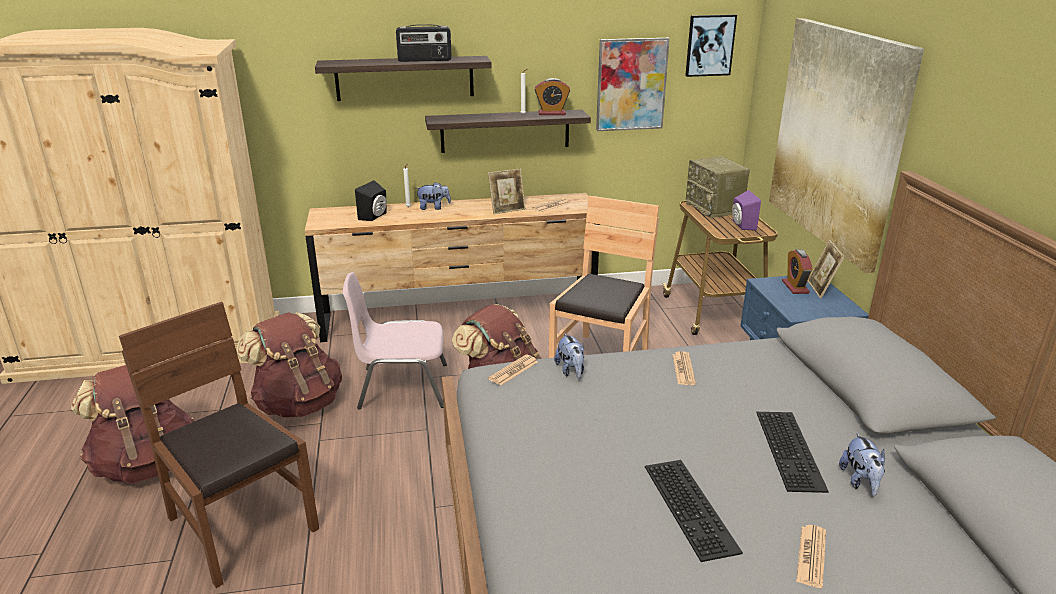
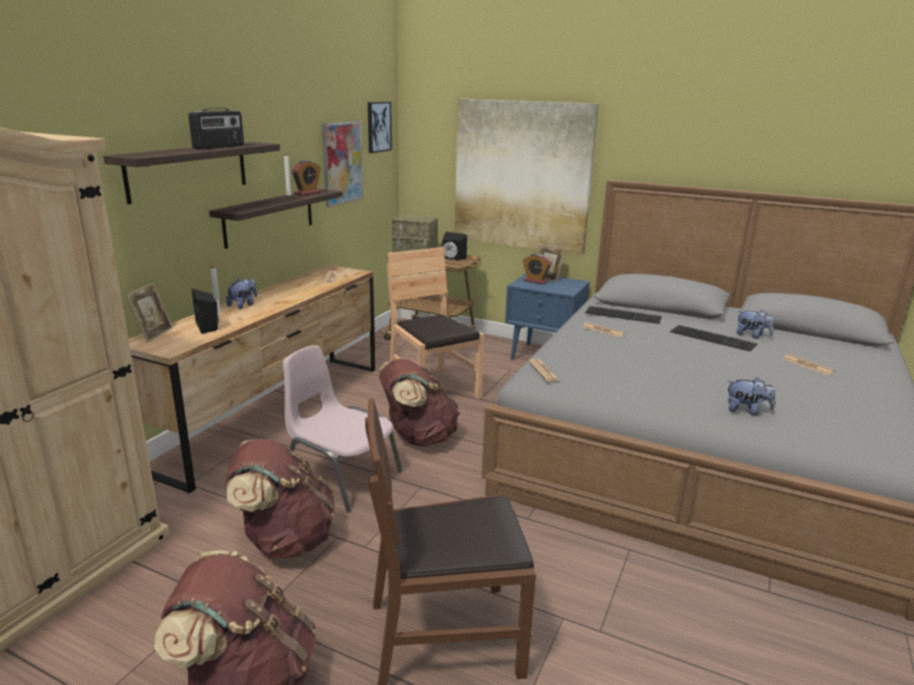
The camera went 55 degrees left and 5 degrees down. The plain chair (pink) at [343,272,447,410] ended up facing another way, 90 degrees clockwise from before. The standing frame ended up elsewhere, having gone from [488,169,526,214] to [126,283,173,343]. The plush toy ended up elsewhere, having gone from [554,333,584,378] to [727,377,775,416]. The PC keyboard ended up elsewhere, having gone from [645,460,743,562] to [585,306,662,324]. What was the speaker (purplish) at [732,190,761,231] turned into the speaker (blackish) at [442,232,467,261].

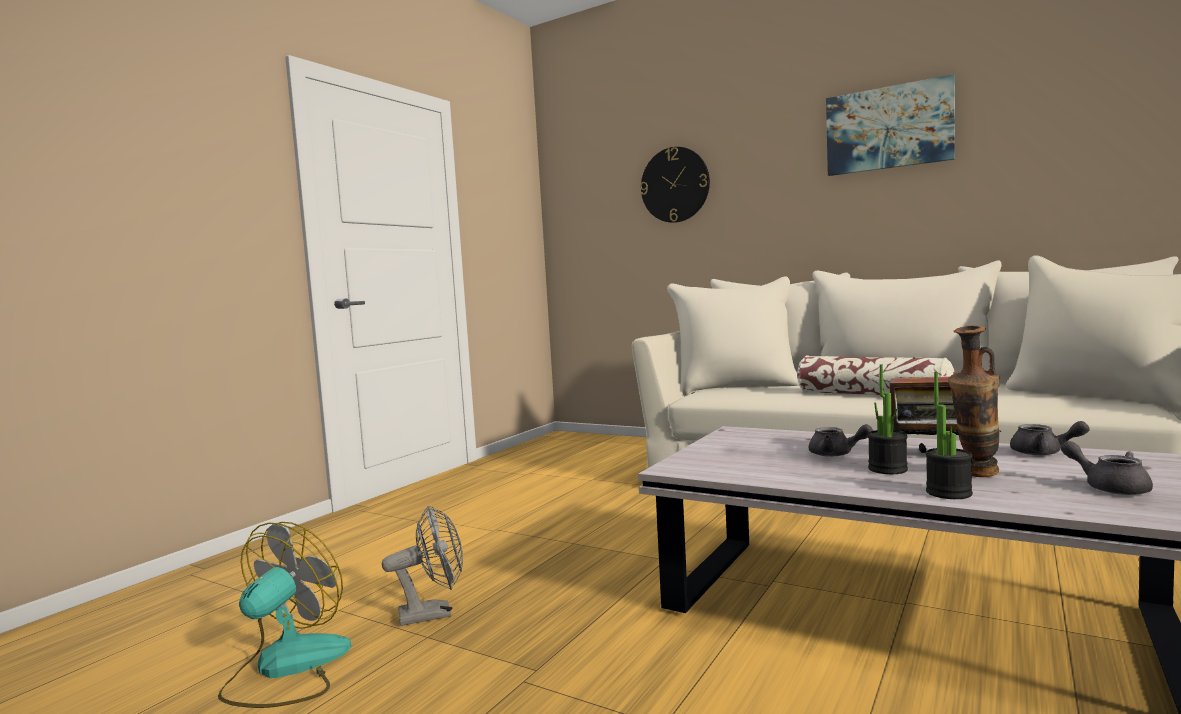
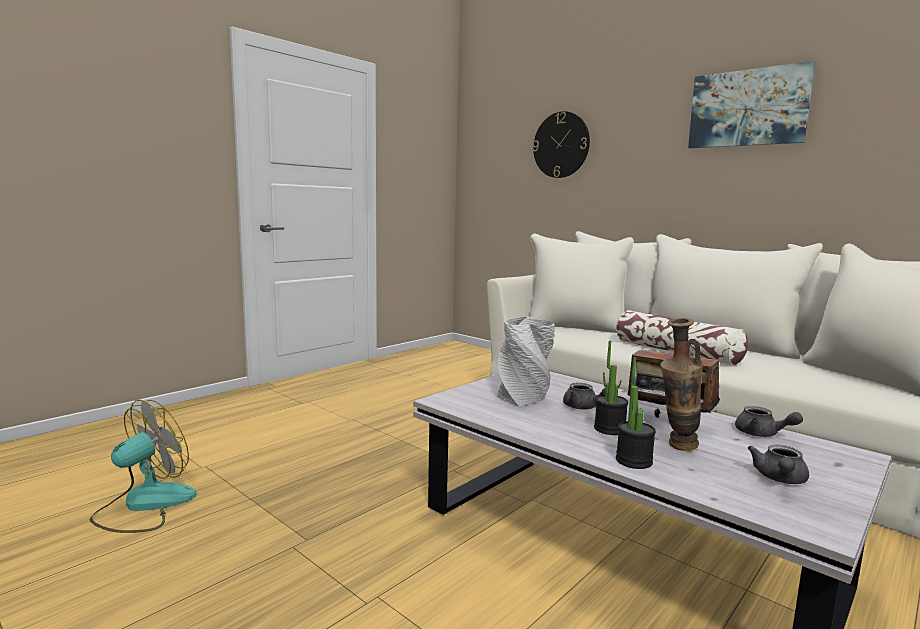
The camera went 10 degrees right and 5 degrees up. The second view lost the electric fan (grey) at [382,506,463,626]. The pot for tea (grey) at [1061,441,1153,495] ended up facing another way, 135 degrees counterclockwise from before. The second view gained the decorative vase (grey) at [497,316,555,406].

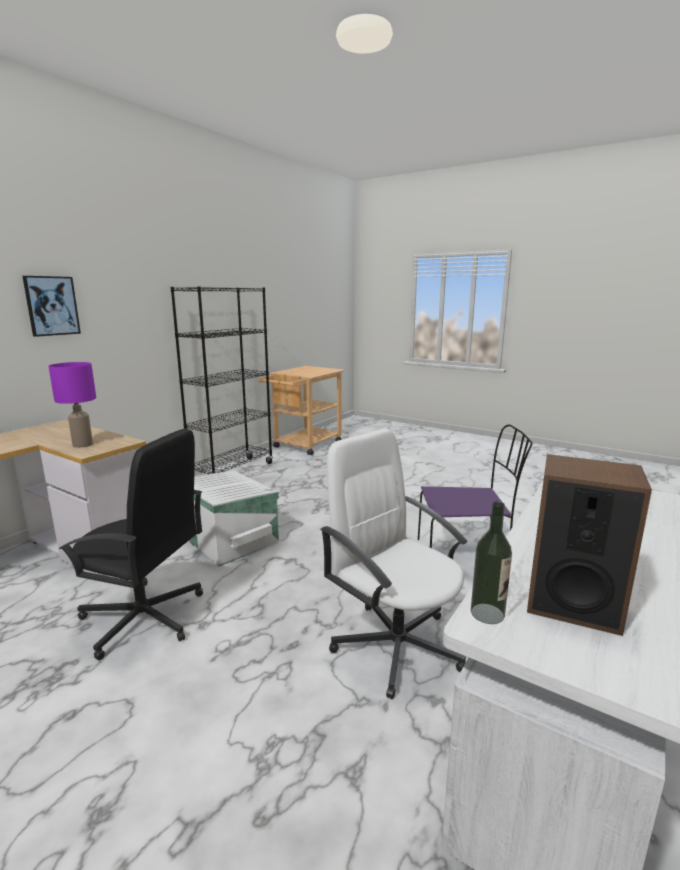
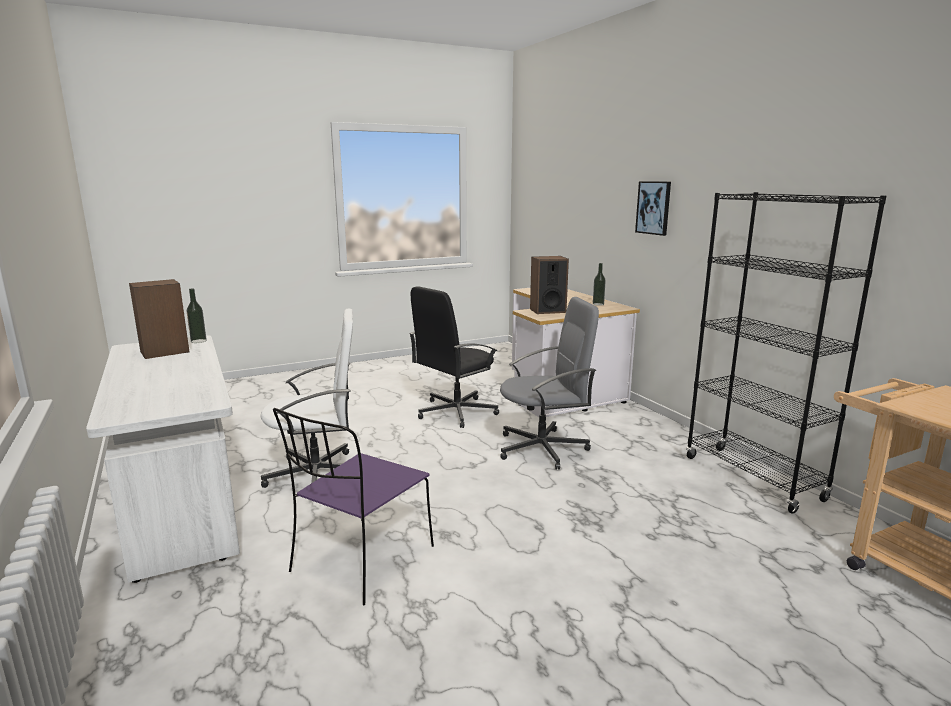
The camera went 120 degrees right and 0 degrees up. Where the table lamp (purplish) stood at [48,362,96,448], the speaker came to stand at [530,256,569,314]. Where the storage bin (white) stood at [189,471,279,567], the office chair (grey) came to stand at [500,297,599,470]. The second view gained the bottle at [593,263,606,306].

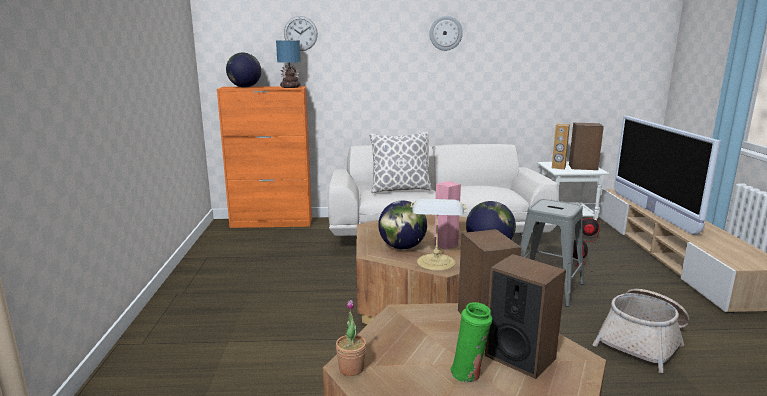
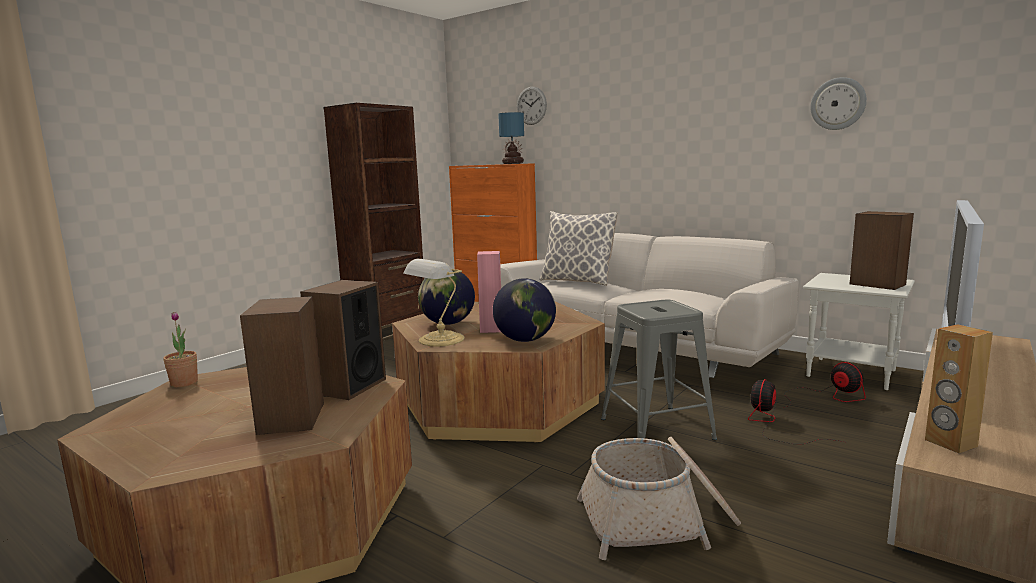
The camera went 40 degrees right and 5 degrees down. The second view lost the world globe at [226,52,261,88]. The clock on the wall ended up elsewhere, having gone from [430,16,463,51] to [810,77,867,130]. The second view lost the decorative vase (green-coloured) at [451,302,492,382]. The speaker (brown-coloured) ended up elsewhere, having gone from [552,123,570,170] to [925,324,993,454]. The second view gained the bookshelf (brown-coloured) at [323,103,424,341].

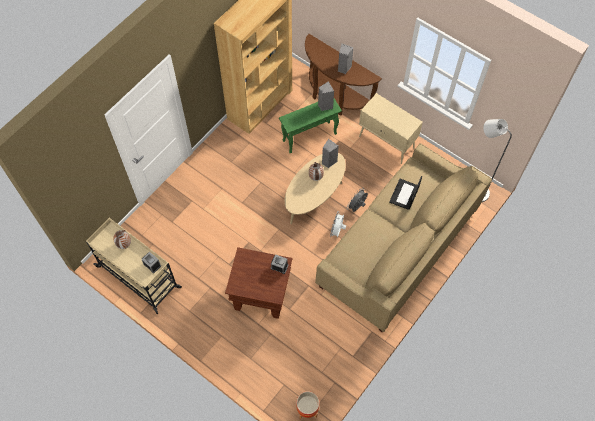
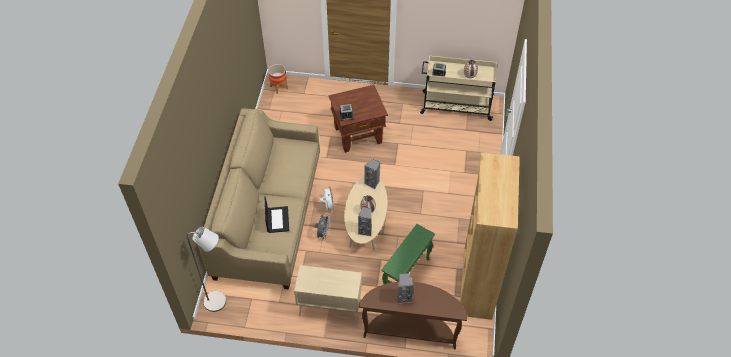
The camera went 150 degrees right and 10 degrees down. The speaker (grey) ended up elsewhere, having gone from [318,81,334,111] to [364,159,380,189].

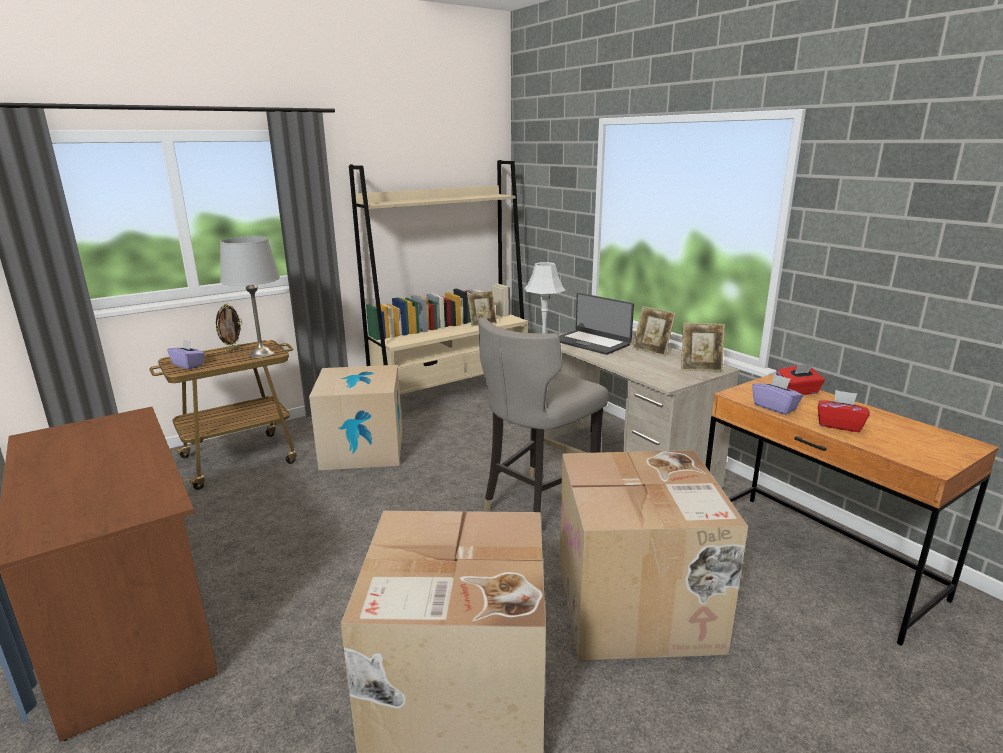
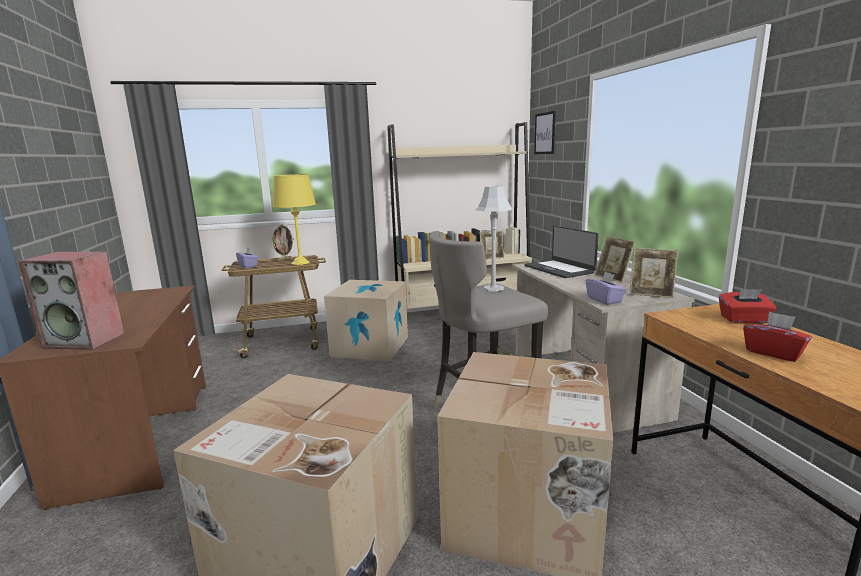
The camera went 20 degrees right and 5 degrees down. What was the table lamp (grey) at [220,237,280,358] turned into the table lamp (yellow) at [273,174,316,265]. The box of tissues (purplish) ended up elsewhere, having gone from [752,374,803,415] to [586,271,627,305]. The second view gained the speaker at [18,251,125,350]. The second view gained the wall picture at [534,111,556,154].

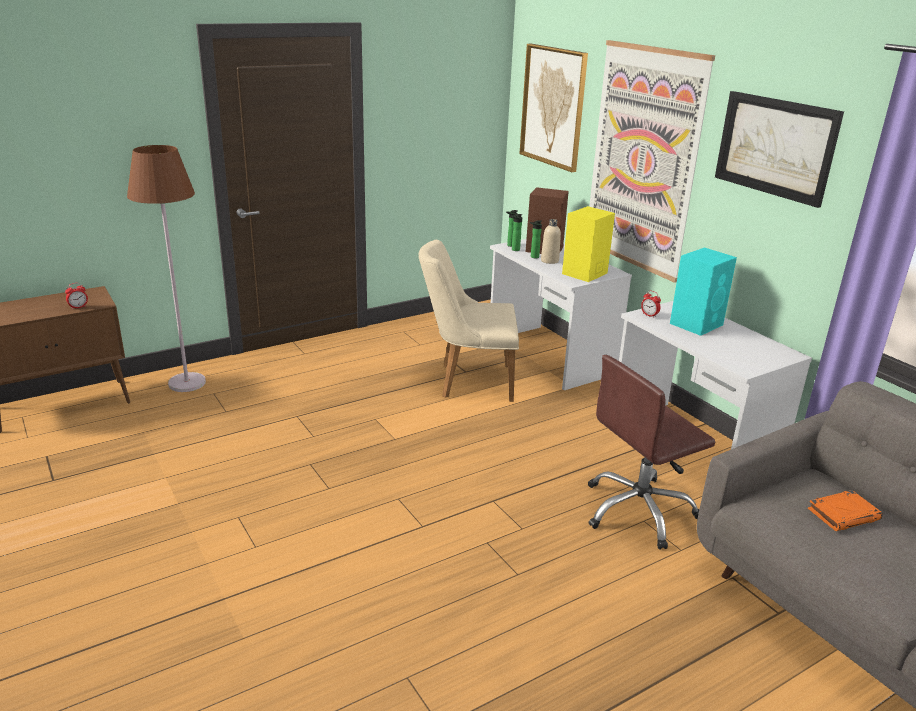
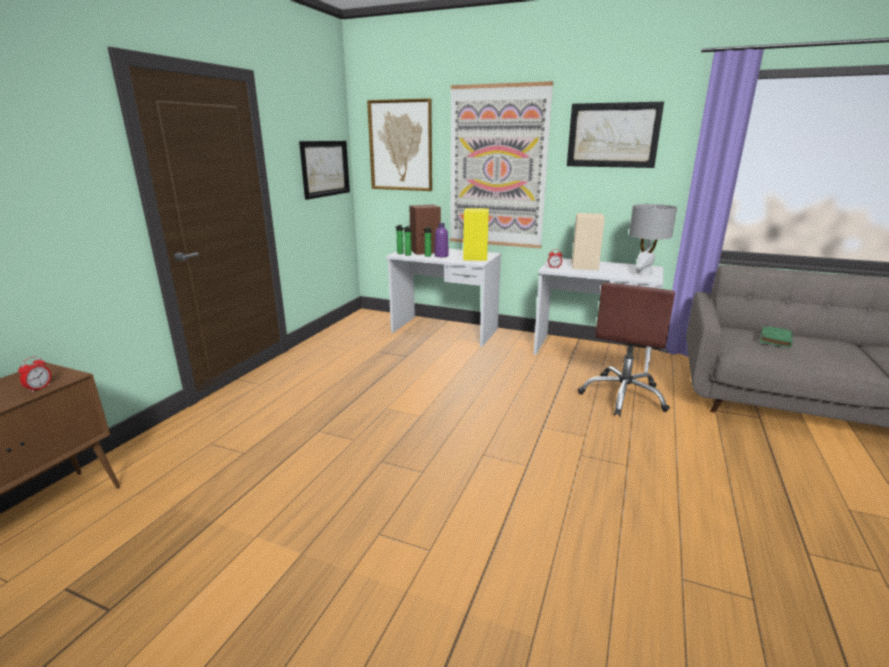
The camera went 35 degrees left and 5 degrees down. The second view lost the standing lamp (brown-coloured) at [127,145,206,392]. The second view lost the plain chair (beige) at [418,240,519,402]. What was the bottle (beige) at [541,219,561,264] turned into the bottle (purplish) at [435,223,449,257]. What was the speaker (turquoise) at [670,247,737,336] turned into the speaker (beige) at [572,213,605,270]. What was the bound book (orange) at [808,490,882,531] turned into the bound book (green-coloured) at [760,326,793,348]. The second view gained the wall picture at [299,141,350,200]. The second view gained the table lamp (grey) at [629,204,677,275].

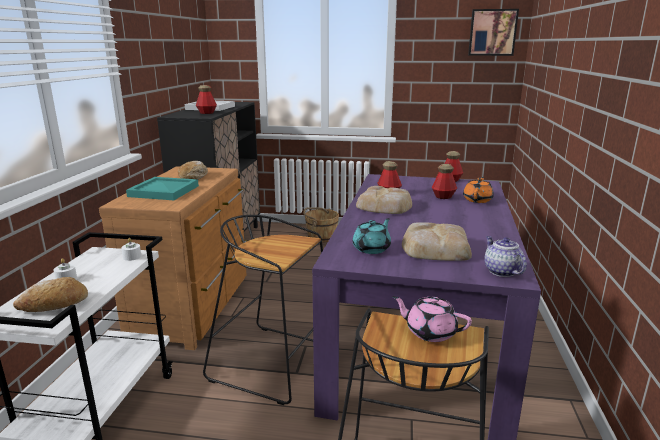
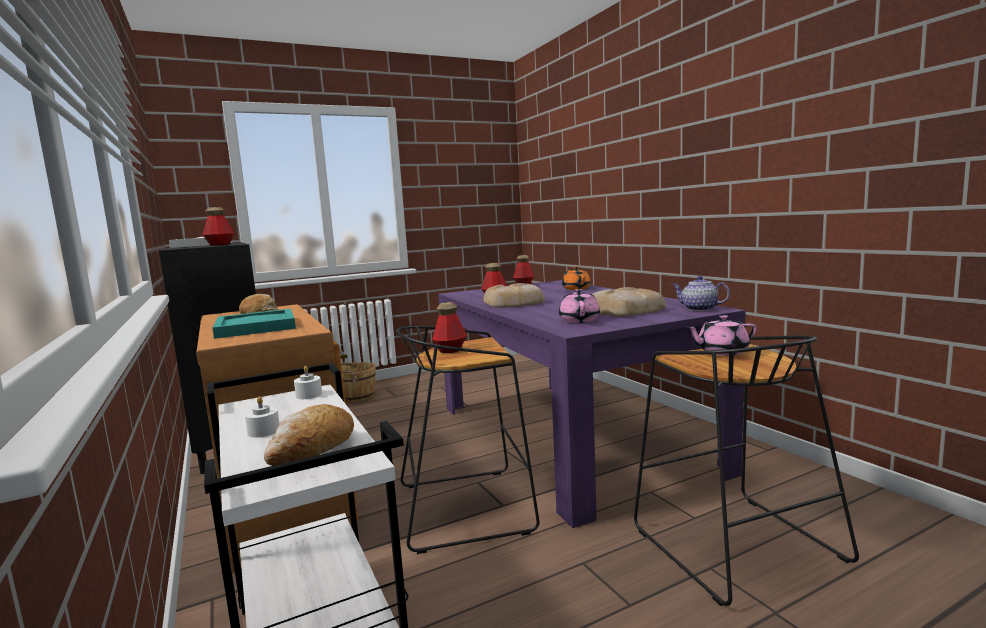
The camera went 35 degrees left and 10 degrees down. What was the pot for tea (turquoise) at [352,218,391,254] turned into the pot for tea (pink) at [559,289,600,323]. The bottle ended up elsewhere, having gone from [432,164,457,199] to [432,302,466,353]. The second view lost the wall picture at [468,9,519,56].

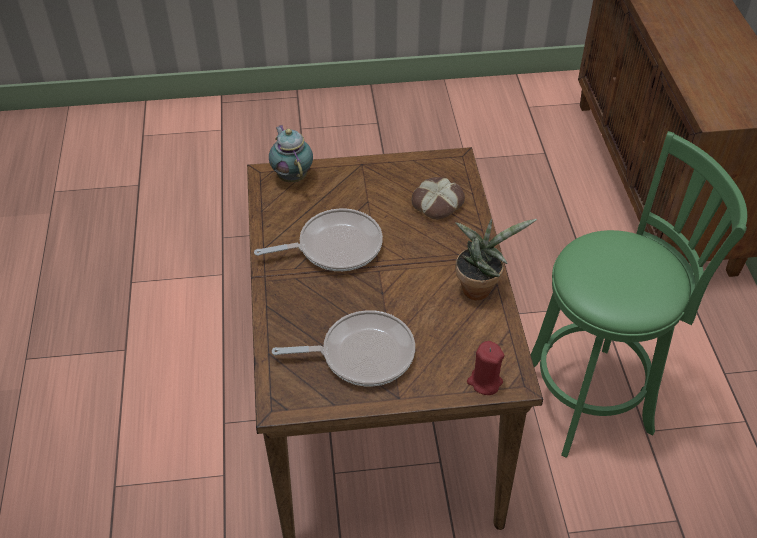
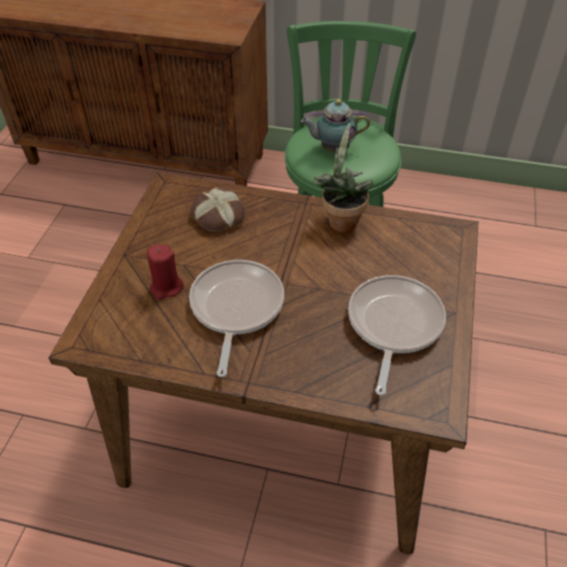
The camera went 70 degrees left and 0 degrees up. The pot for tea ended up elsewhere, having gone from [269,125,313,182] to [301,99,370,153]. The wax light (reddish) ended up elsewhere, having gone from [467,341,504,395] to [147,245,184,300].

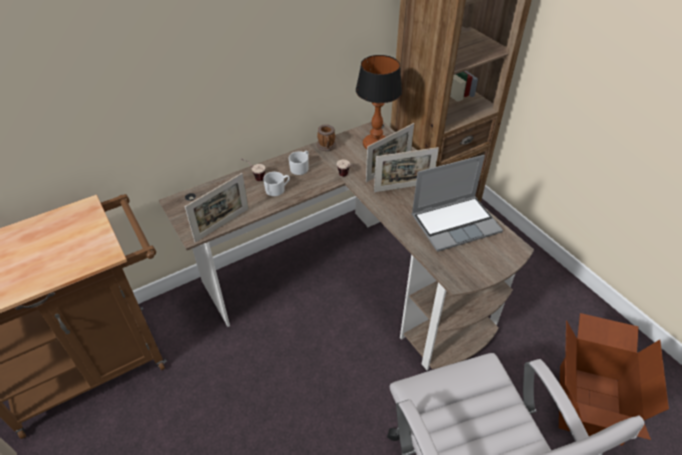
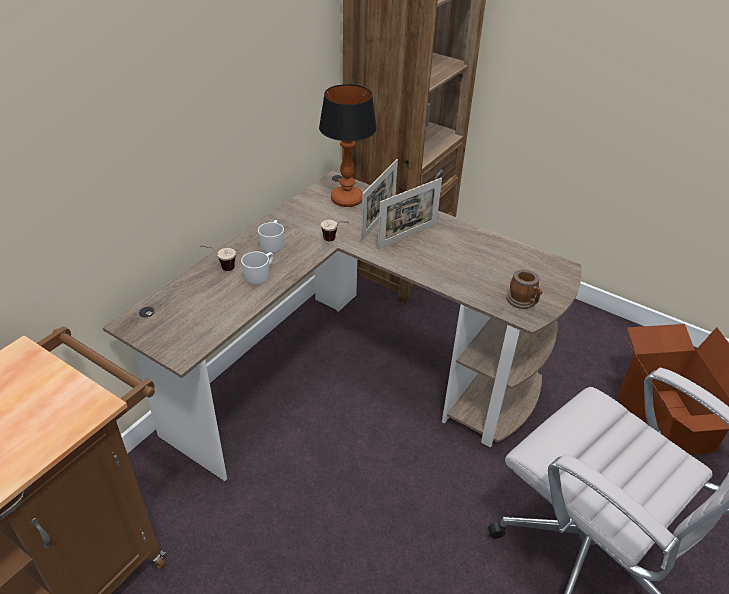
The camera went 25 degrees left and 5 degrees down. The second view lost the standing frame at [185,173,249,243]. The coffee mug ended up elsewhere, having gone from [317,124,336,151] to [506,269,543,309]. The second view lost the notebook computer at [412,155,503,252].

